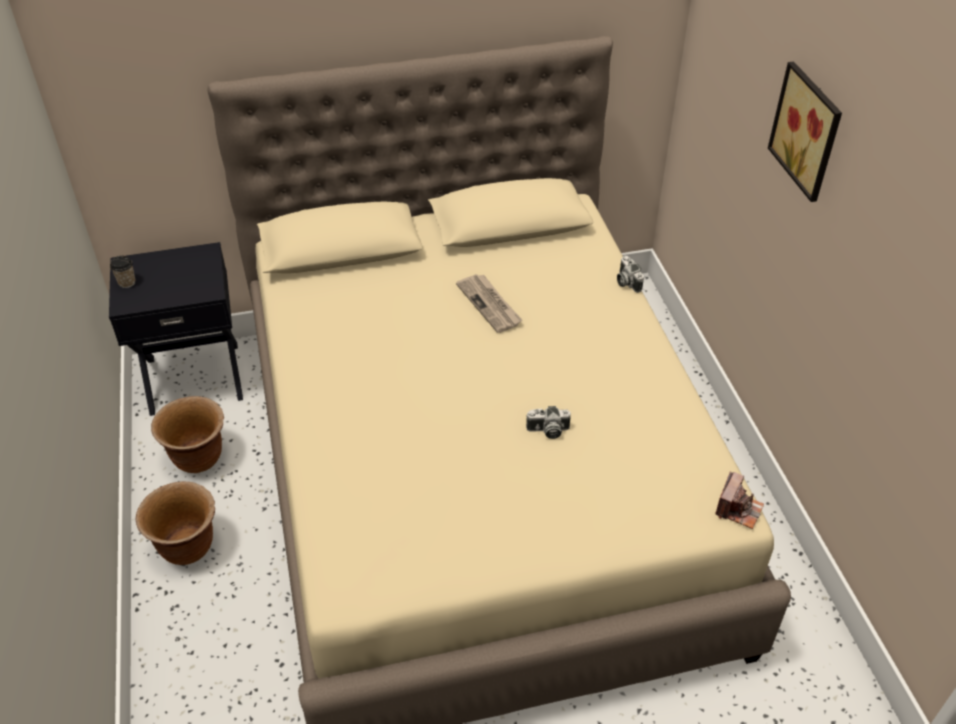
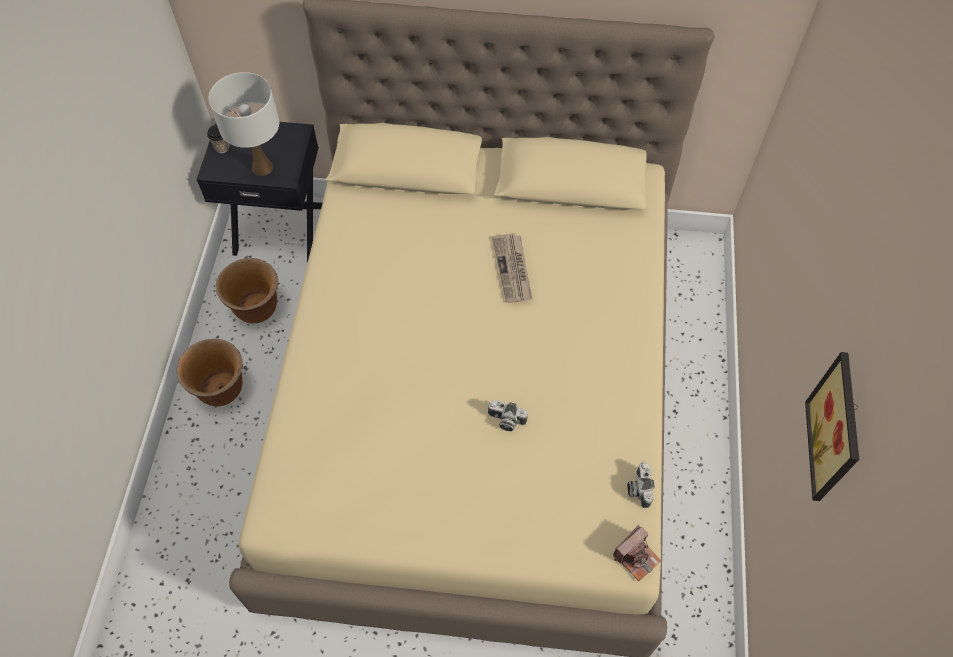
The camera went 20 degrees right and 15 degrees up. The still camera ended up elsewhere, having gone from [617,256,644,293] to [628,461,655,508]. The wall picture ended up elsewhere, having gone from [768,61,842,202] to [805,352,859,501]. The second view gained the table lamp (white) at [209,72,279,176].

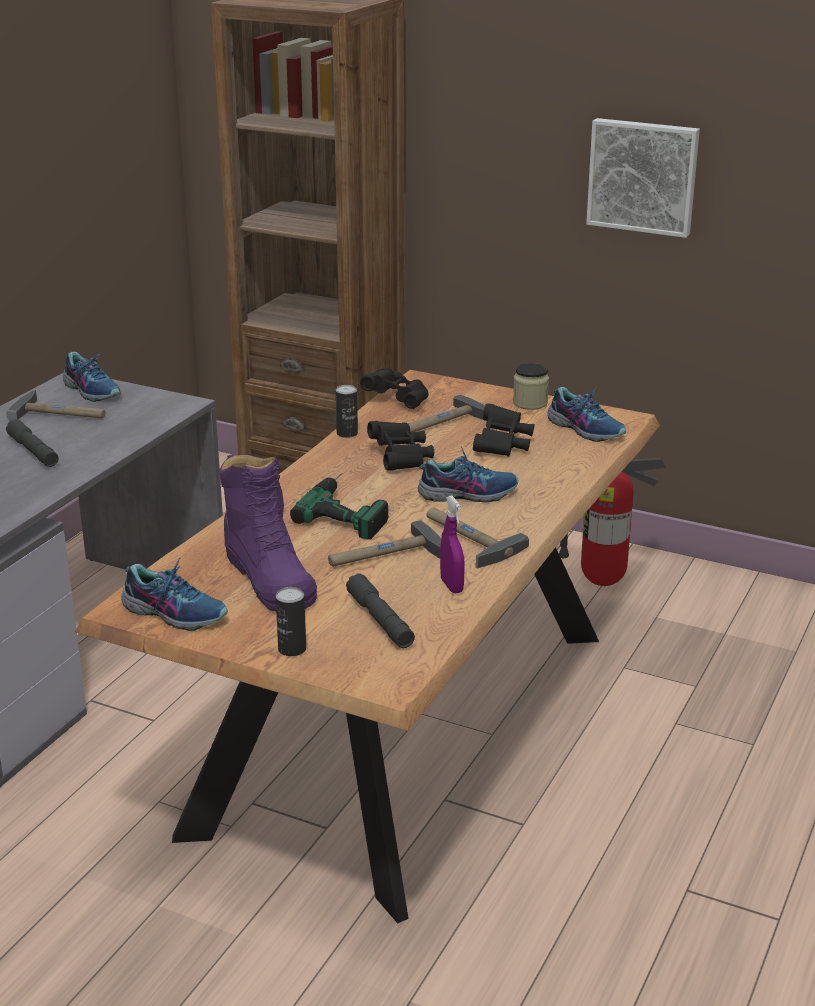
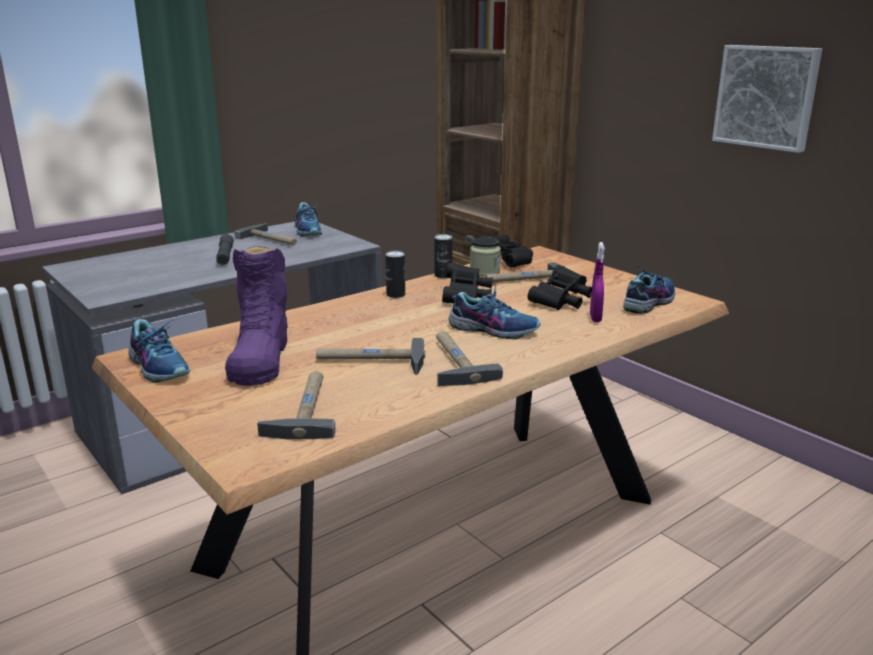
The camera went 25 degrees right and 5 degrees down. The metal can ended up elsewhere, having gone from [276,587,306,656] to [385,250,405,298]. The second view lost the electric drill at [290,473,388,540]. Where the hand torch (grey) stood at [346,573,415,648], the hammer came to stand at [257,371,336,439]. The sprayer (purplish) ended up elsewhere, having gone from [440,495,465,594] to [590,242,605,322]. The storage jar ended up elsewhere, having gone from [513,363,549,410] to [470,237,501,276]. The shoe at [547,387,626,442] ended up facing another way, 120 degrees counterclockwise from before. The second view lost the fire extinguisher at [559,458,666,586].

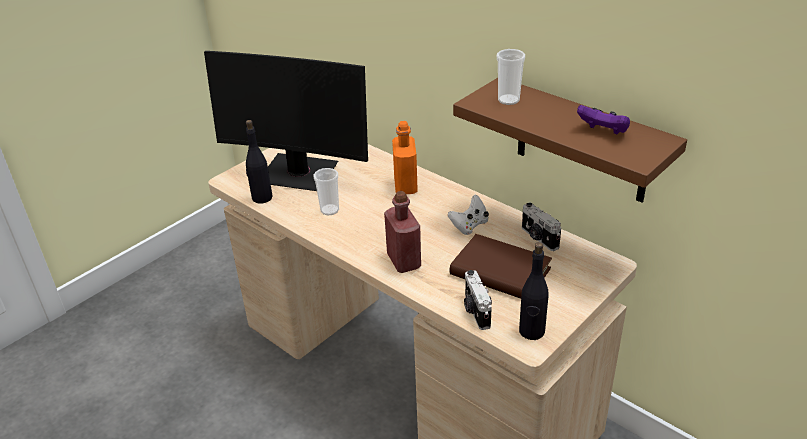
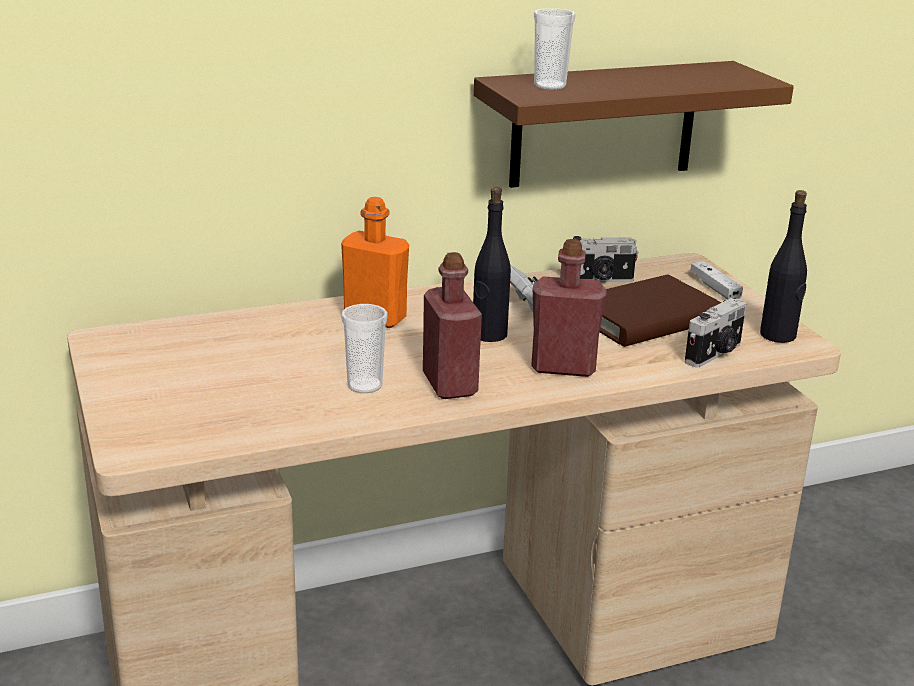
The camera went 65 degrees left and 10 degrees down. The second view lost the monitor at [204,51,368,191]. The bottle (blackish) ended up elsewhere, having gone from [246,120,272,204] to [473,187,511,342]. The still camera at [464,270,492,330] ended up facing another way, 60 degrees counterclockwise from before. The second view lost the gamepad (purplish) at [577,105,630,134]. The second view gained the bottle (reddish) at [423,252,482,399]. The second view gained the gamepad (white) at [690,261,743,300].

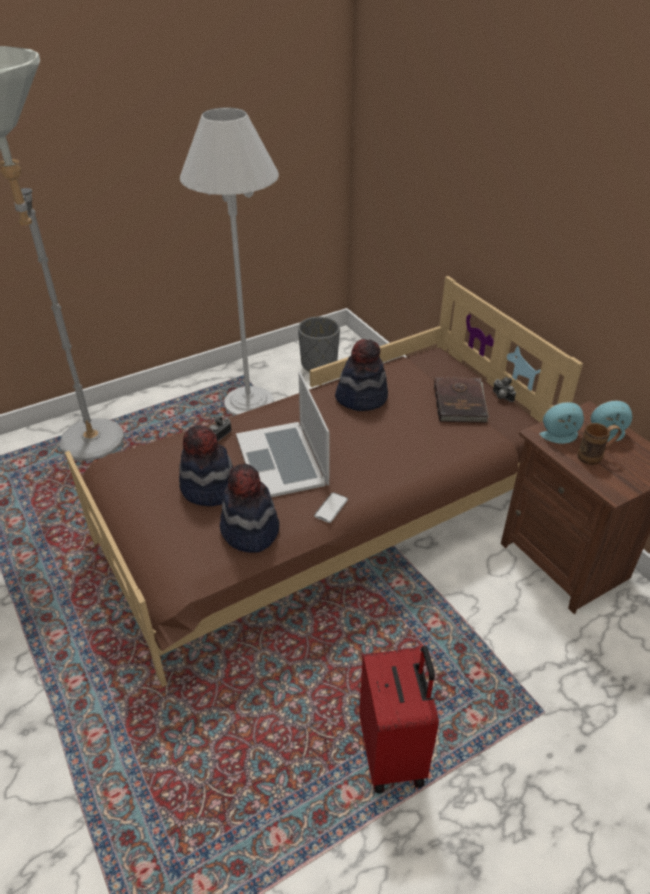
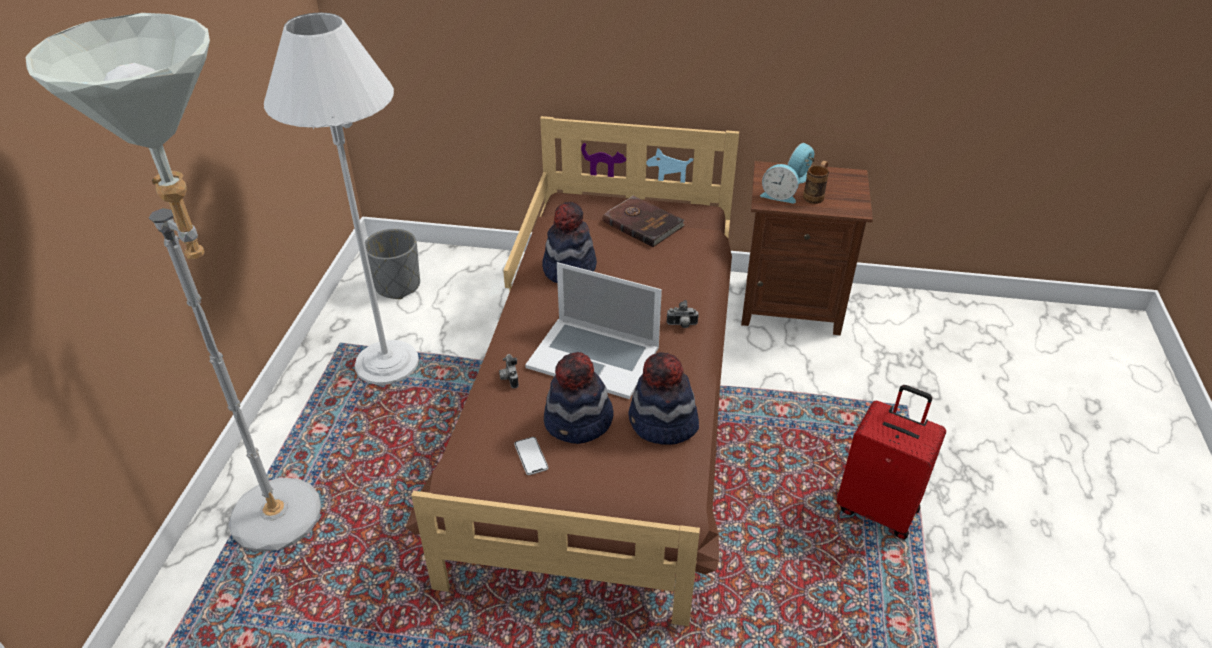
The camera went 50 degrees left and 0 degrees up. The telephone ended up elsewhere, having gone from [314,492,348,523] to [514,437,548,475]. The still camera ended up elsewhere, having gone from [493,377,516,402] to [667,300,699,328]. The table clock at [540,402,584,444] ended up facing another way, 105 degrees counterclockwise from before.

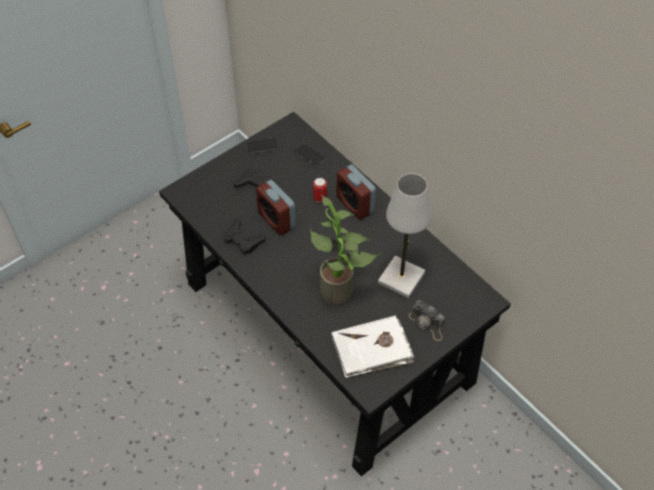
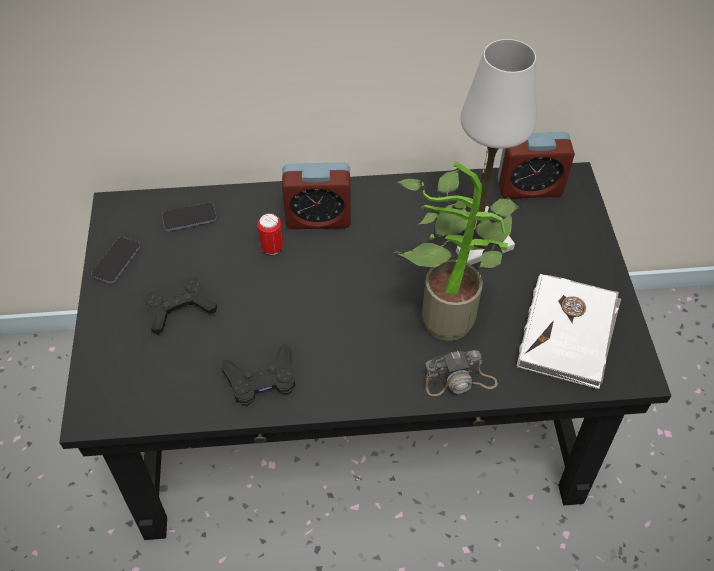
The camera went 55 degrees left and 0 degrees up. The table clock ended up elsewhere, having gone from [256,180,296,236] to [498,132,575,199]. The still camera ended up elsewhere, having gone from [409,300,445,341] to [424,350,498,396].

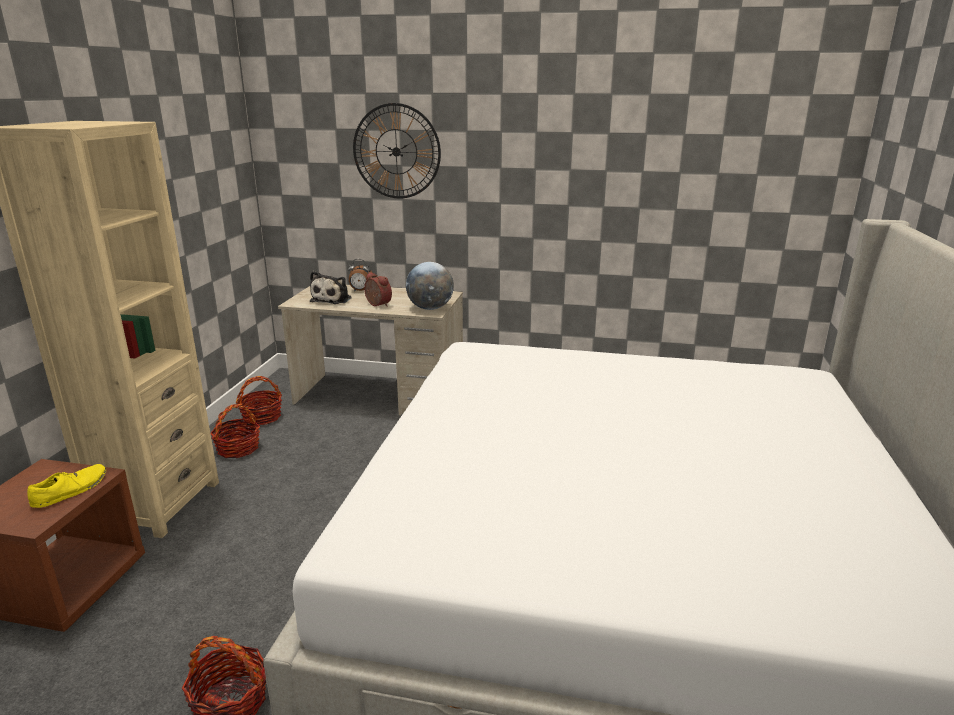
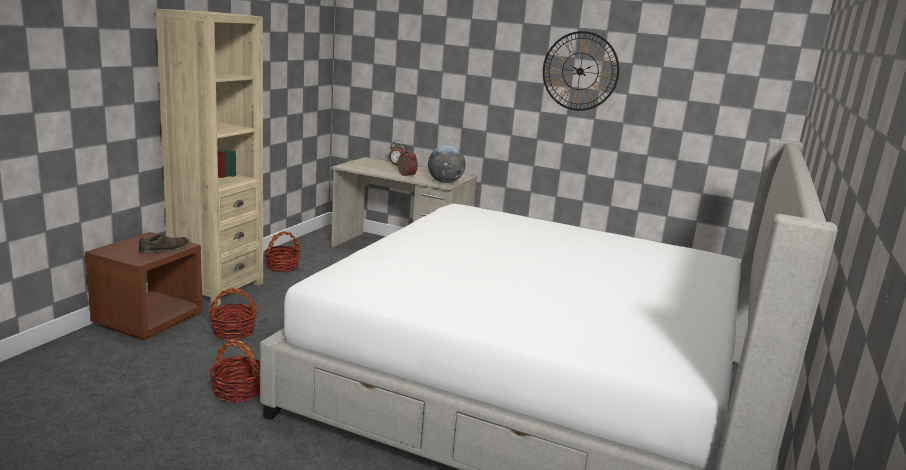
The camera went 10 degrees right and 5 degrees down. What was the shoe (yellow) at [27,464,106,508] turned into the shoe (brown-coloured) at [139,234,189,254]. The household basket ended up elsewhere, having gone from [236,376,282,425] to [208,288,258,340]. The second view lost the plush toy at [310,271,352,304]. The clock on the wall ended up elsewhere, having gone from [353,103,441,198] to [543,31,619,111].

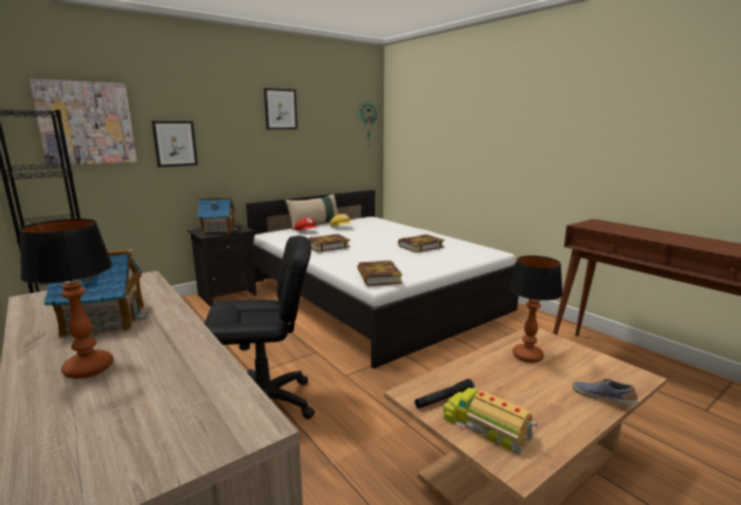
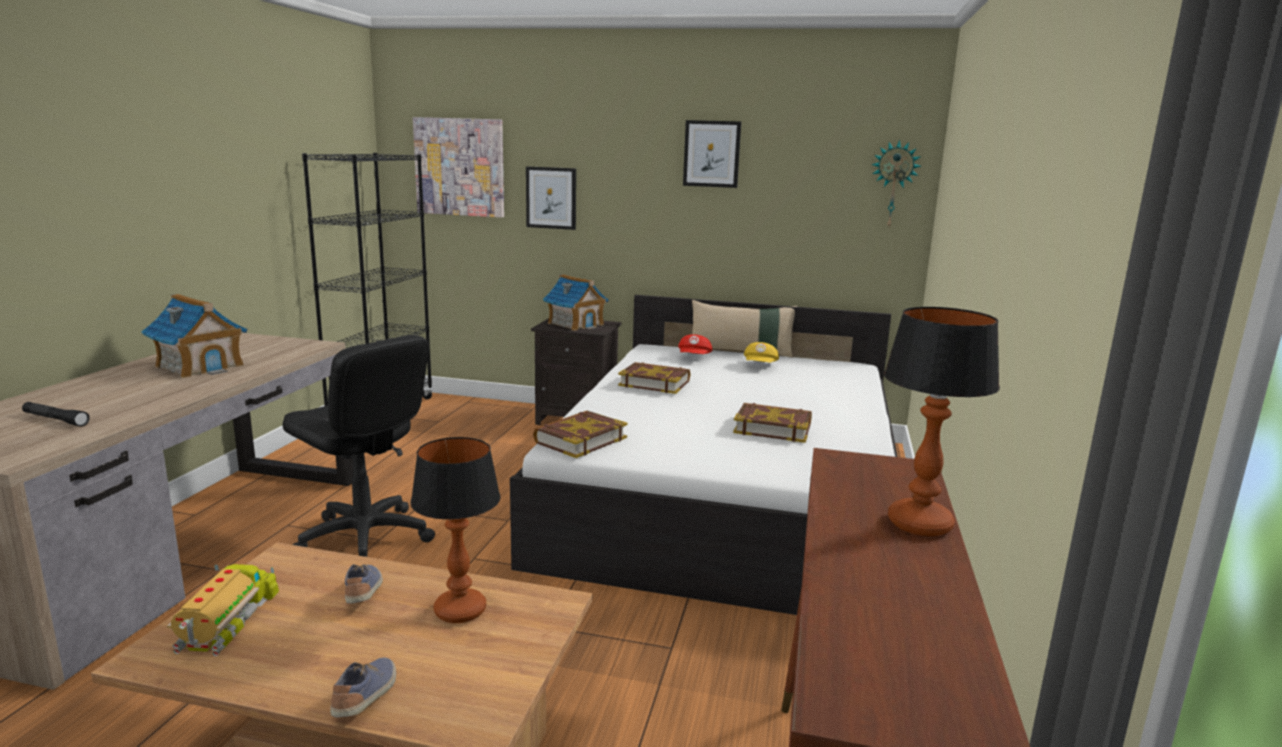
The camera went 50 degrees right and 0 degrees up. The table lamp ended up elsewhere, having gone from [19,219,113,379] to [884,307,1000,536]. The hand torch (blackish) ended up elsewhere, having gone from [415,379,474,409] to [22,402,90,427]. The second view gained the shoe at [345,564,383,603].

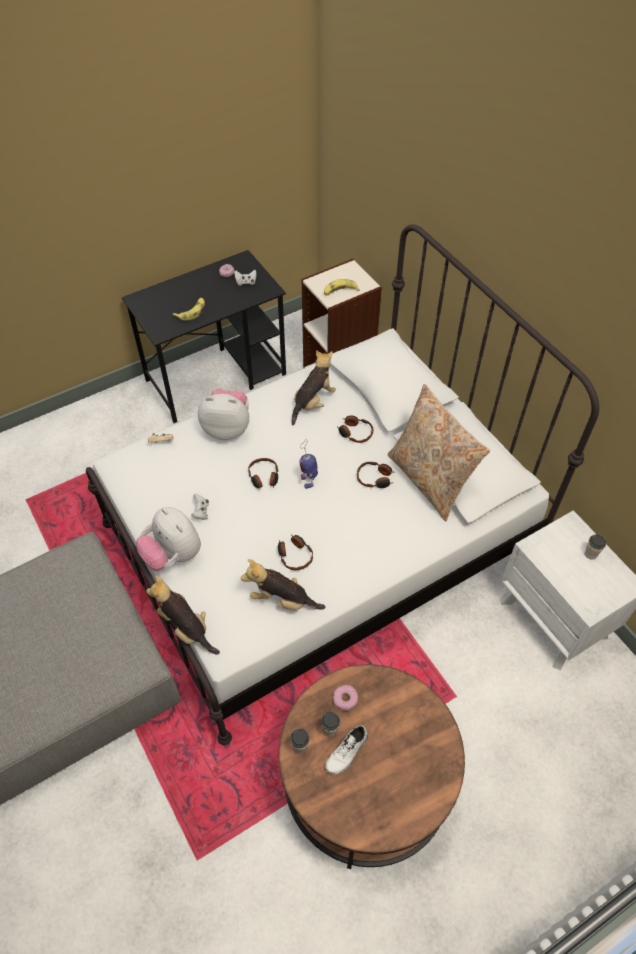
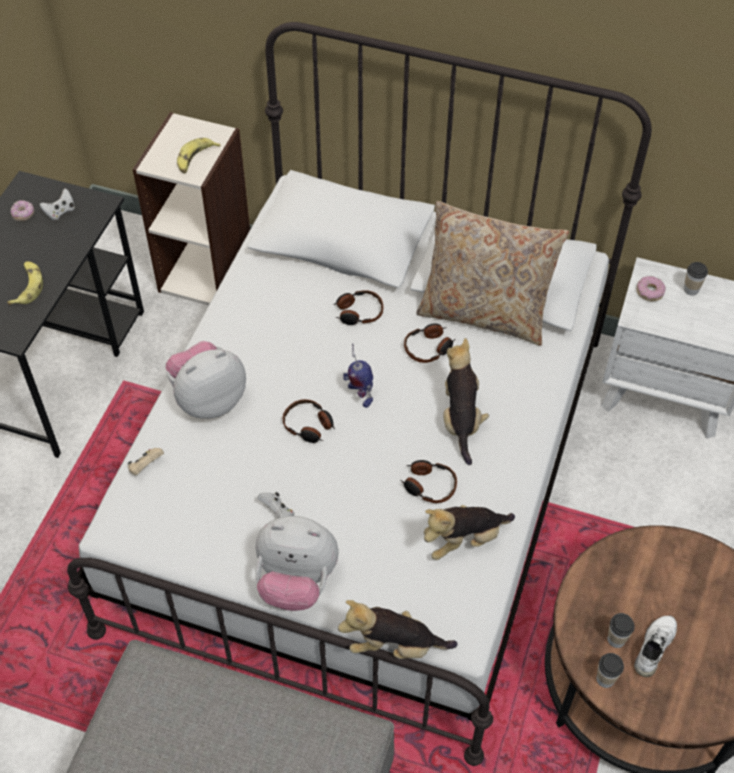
The camera went 40 degrees left and 0 degrees up. The plush toy ended up elsewhere, having gone from [291,350,336,425] to [444,338,489,465]. The shoe (white) at [325,726,368,774] ended up facing another way, 150 degrees counterclockwise from before. The doughnut ended up elsewhere, having gone from [333,685,358,711] to [637,276,666,301].

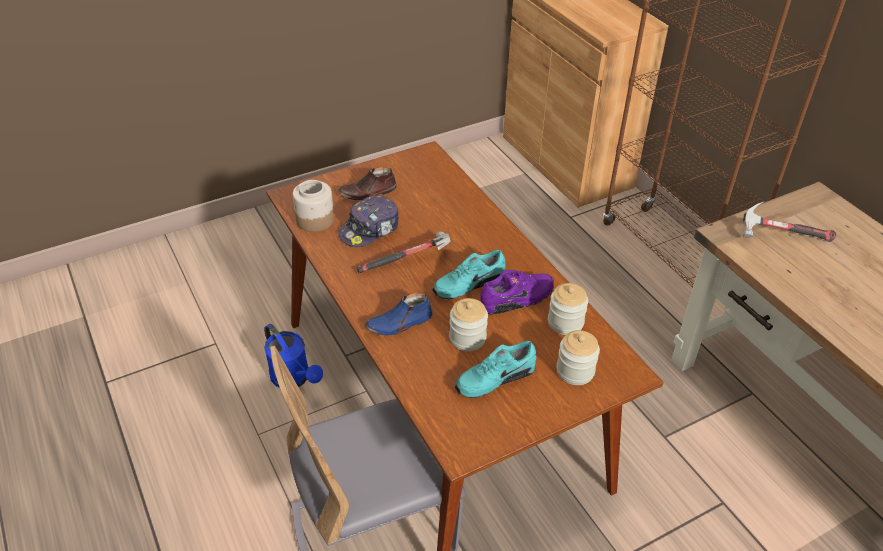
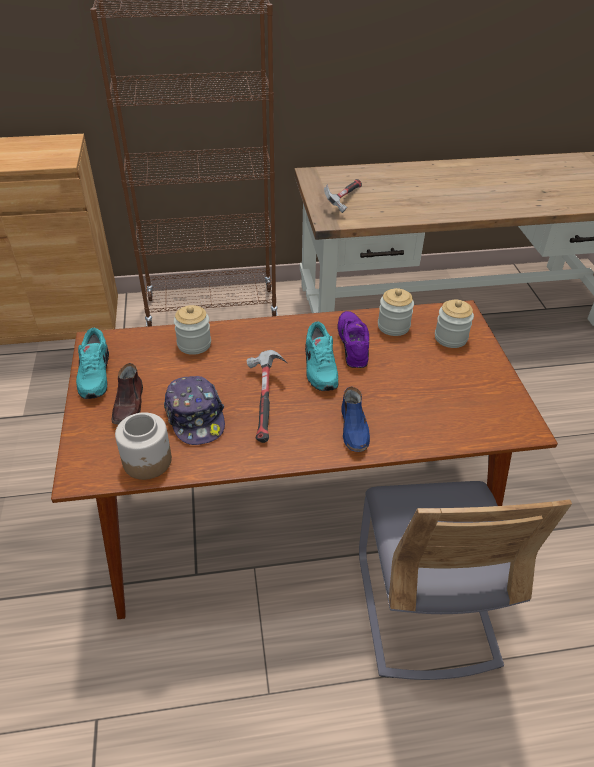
The camera went 70 degrees left and 0 degrees up. The second view lost the sprinkling can (blue-coloured) at [264,324,323,388]. The storage jar ended up elsewhere, having gone from [449,298,488,351] to [174,305,211,355]. The shoe (turquoise) ended up elsewhere, having gone from [455,341,537,398] to [76,328,109,399].

